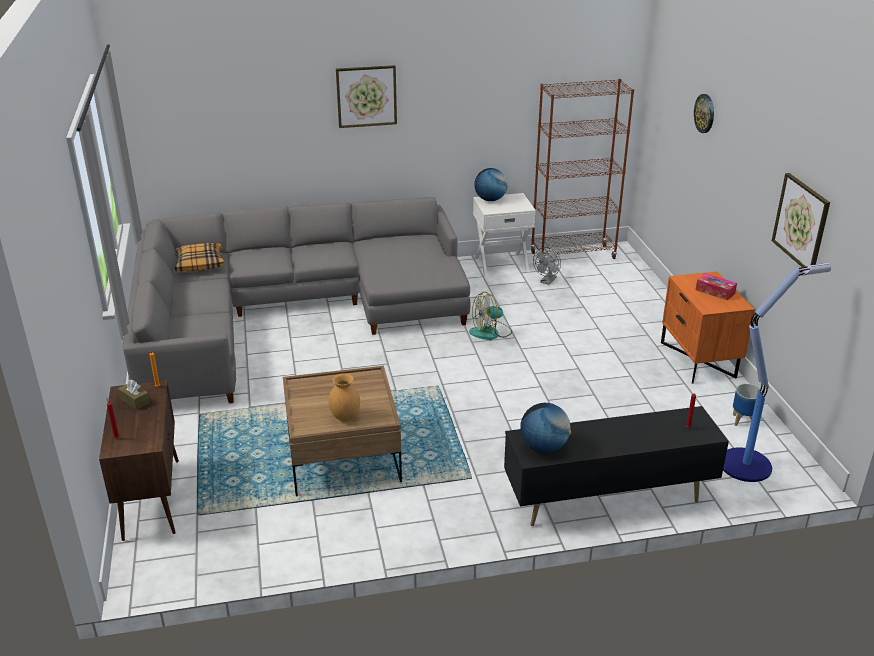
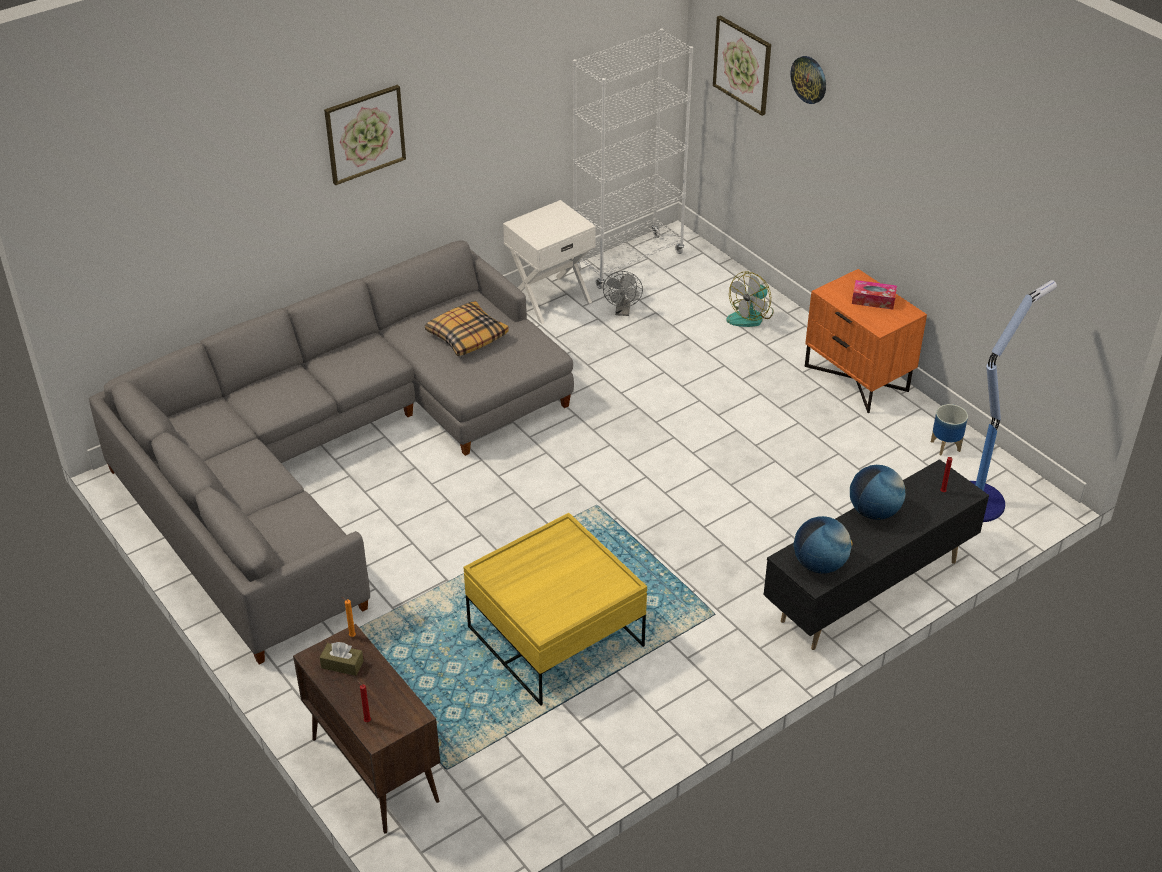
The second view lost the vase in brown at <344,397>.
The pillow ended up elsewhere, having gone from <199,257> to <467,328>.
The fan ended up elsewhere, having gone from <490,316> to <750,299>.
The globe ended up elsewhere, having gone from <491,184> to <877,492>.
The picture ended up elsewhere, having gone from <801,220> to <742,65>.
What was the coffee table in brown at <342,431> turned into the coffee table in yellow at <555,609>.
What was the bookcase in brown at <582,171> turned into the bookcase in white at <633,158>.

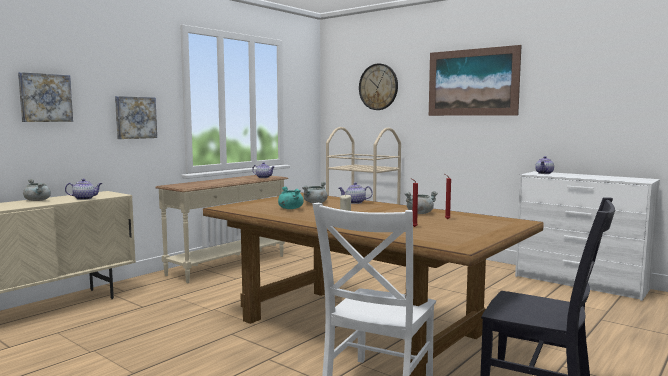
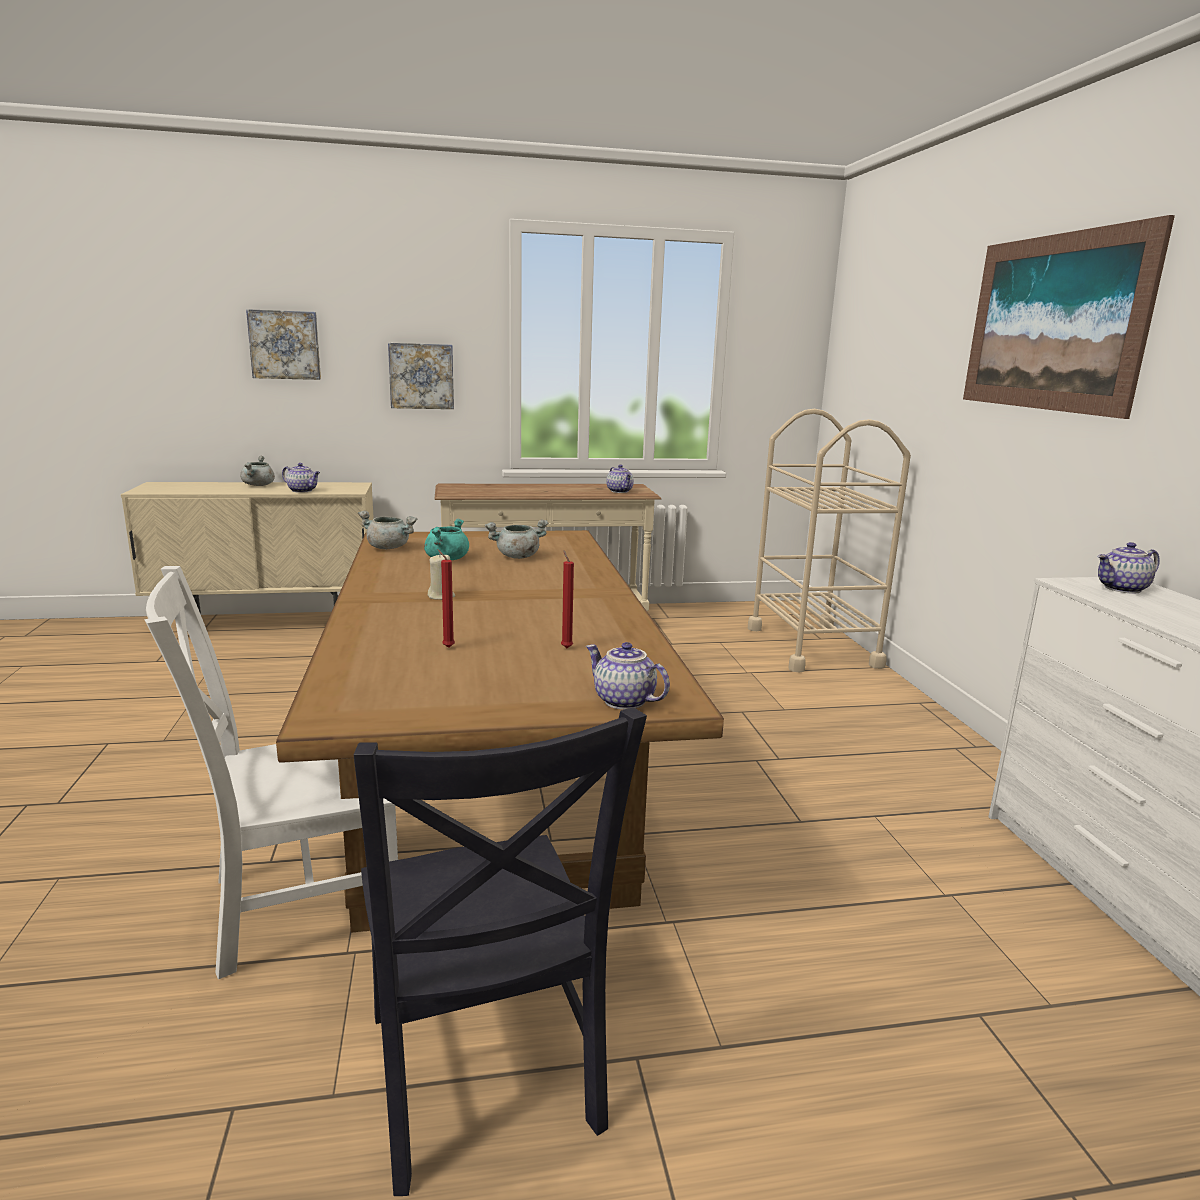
The second view lost the wall clock at <378,86>.
The teapot ended up elsewhere, having gone from <356,193> to <628,676>.
The cooking pot in grey ended up elsewhere, having gone from <421,202> to <388,529>.

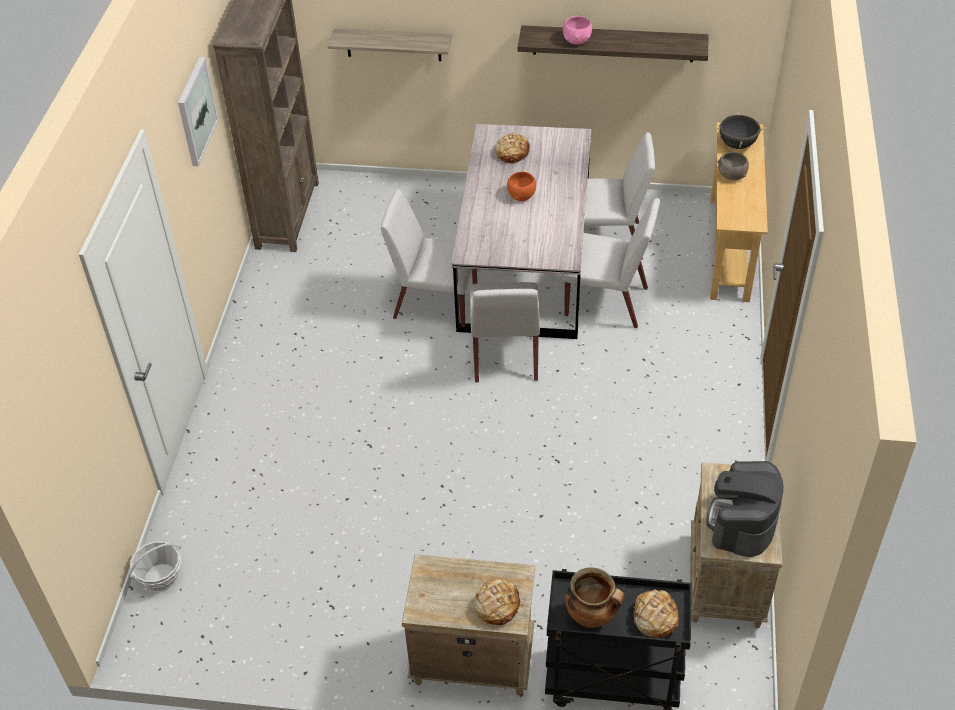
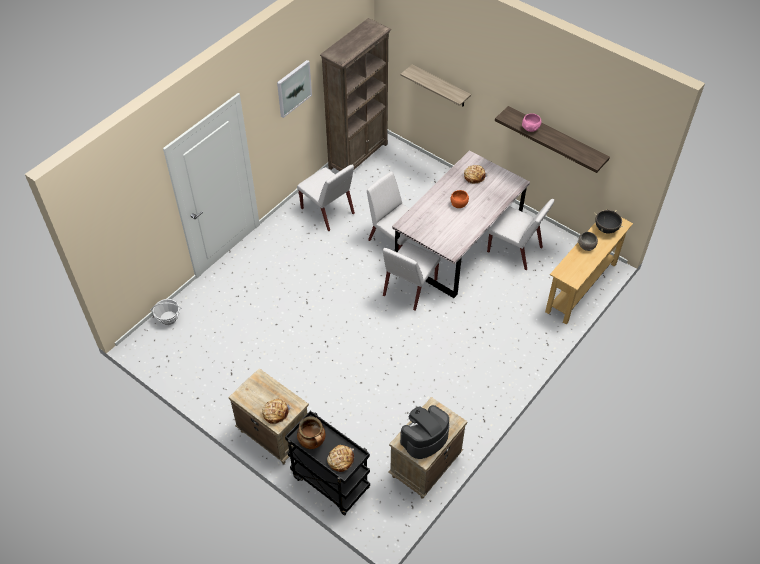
The chair in white ended up elsewhere, having gone from <611,263> to <326,197>.

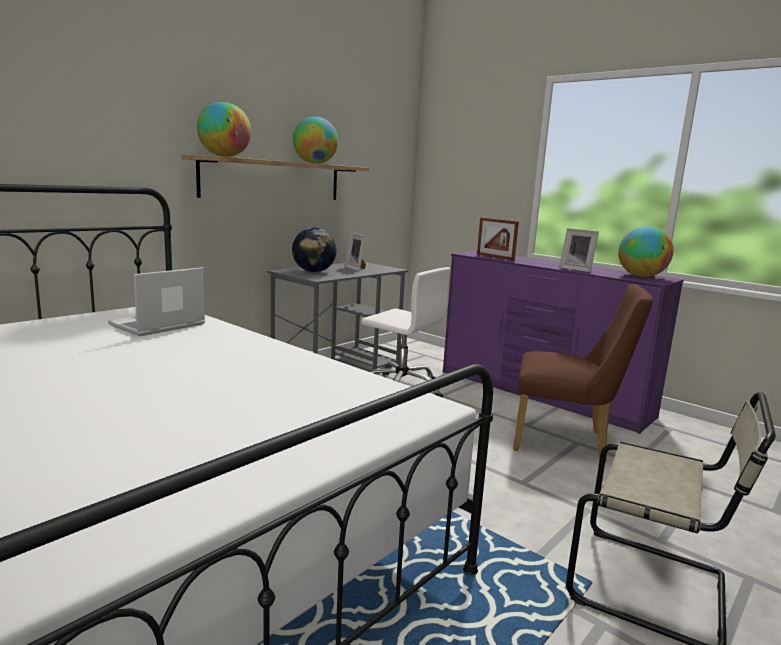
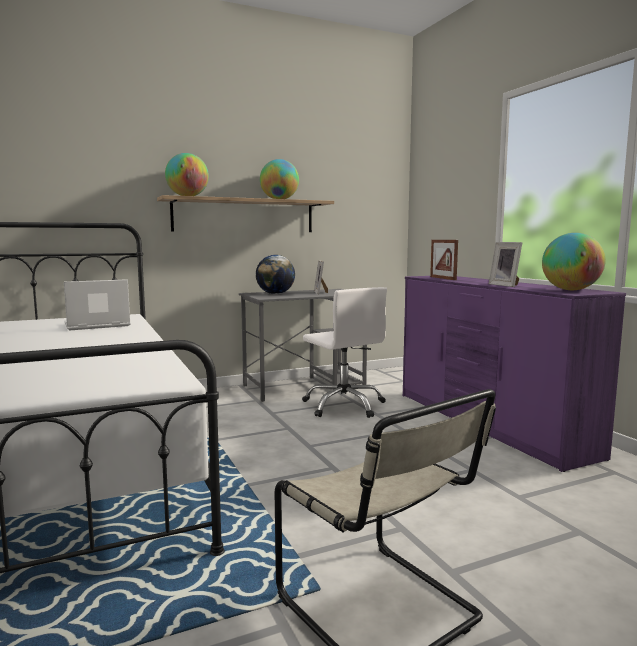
The second view lost the chair in brown at <583,373>.

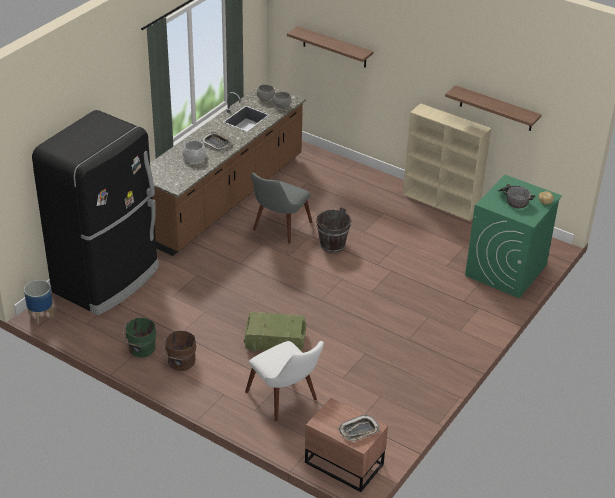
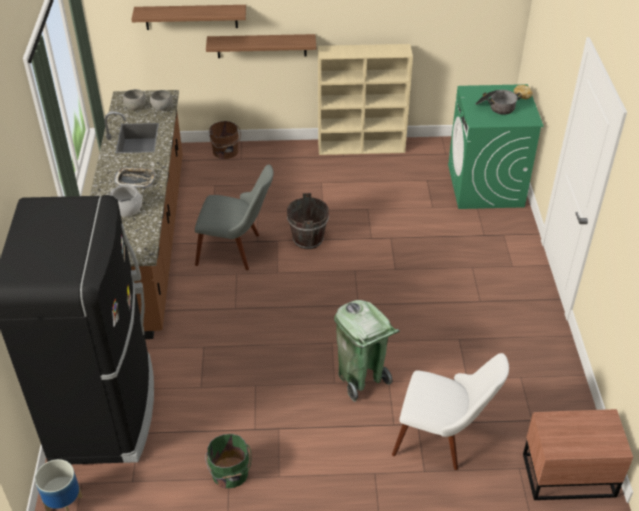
The second view lost the tray at <359,428>.
The bucket in brown ended up elsewhere, having gone from <179,351> to <225,140>.
The shelf ended up elsewhere, having gone from <493,108> to <261,46>.
Where the crate stood at <275,332>, the trash can in green came to stand at <367,351>.
The chair in grey at <281,208> ended up facing another way, 75 degrees counterclockwise from before.

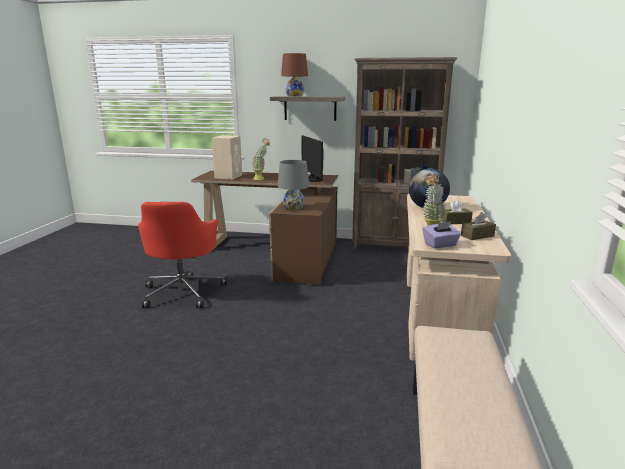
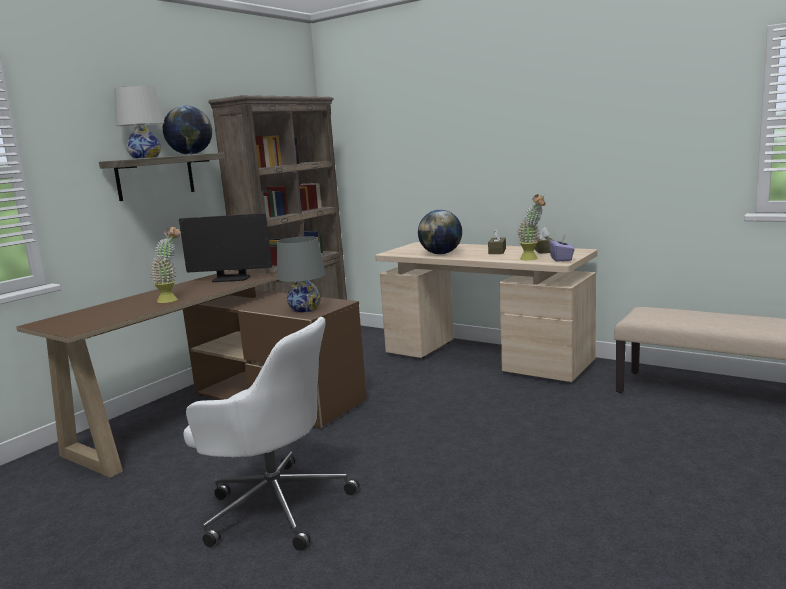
The second view lost the speaker in beige at <227,157>.
The second view gained the globe at <187,130>.
What was the office chair in red at <182,255> turned into the office chair in white at <271,434>.
What was the table lamp in brown at <294,75> turned into the table lamp in white at <139,122>.

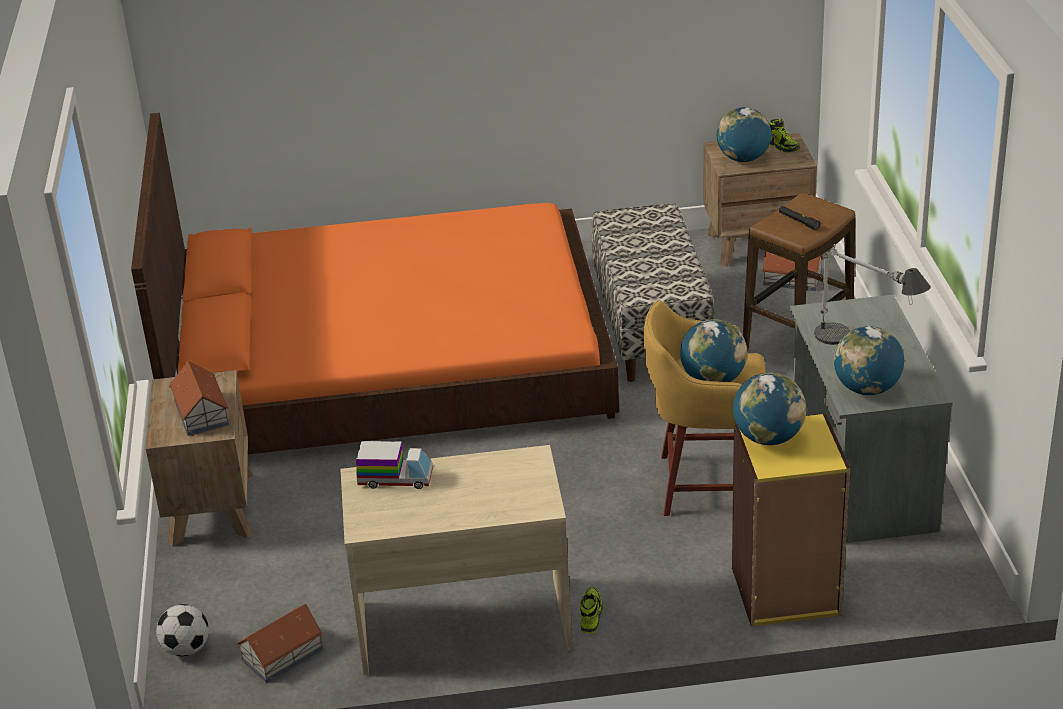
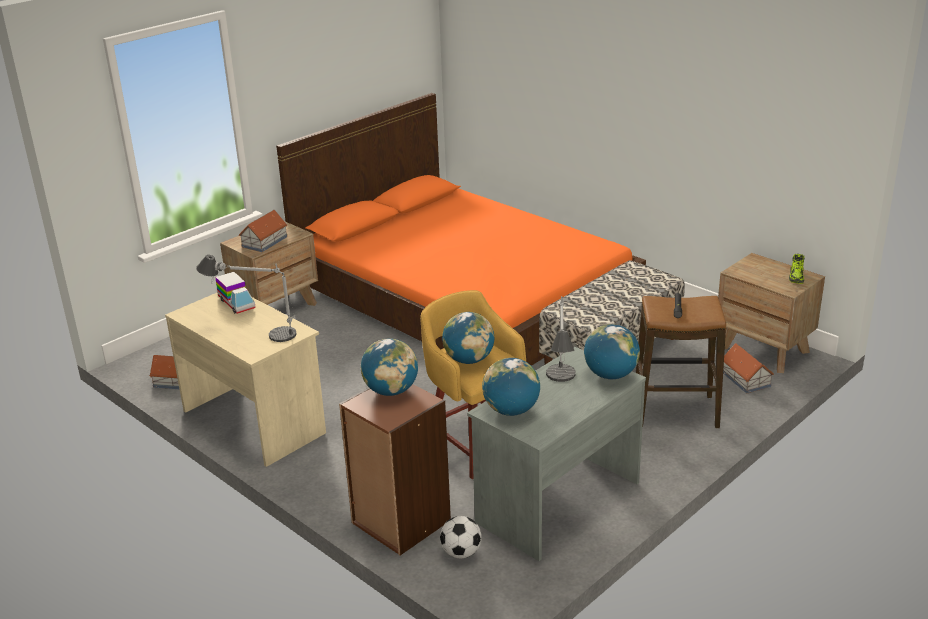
The second view lost the shoe at <591,610>.
The second view gained the table lamp at <246,298>.
The football ended up elsewhere, having gone from <182,630> to <461,537>.
The globe ended up elsewhere, having gone from <744,134> to <612,351>.
What was the bookcase in yellow at <791,520> turned into the bookcase in brown at <395,469>.

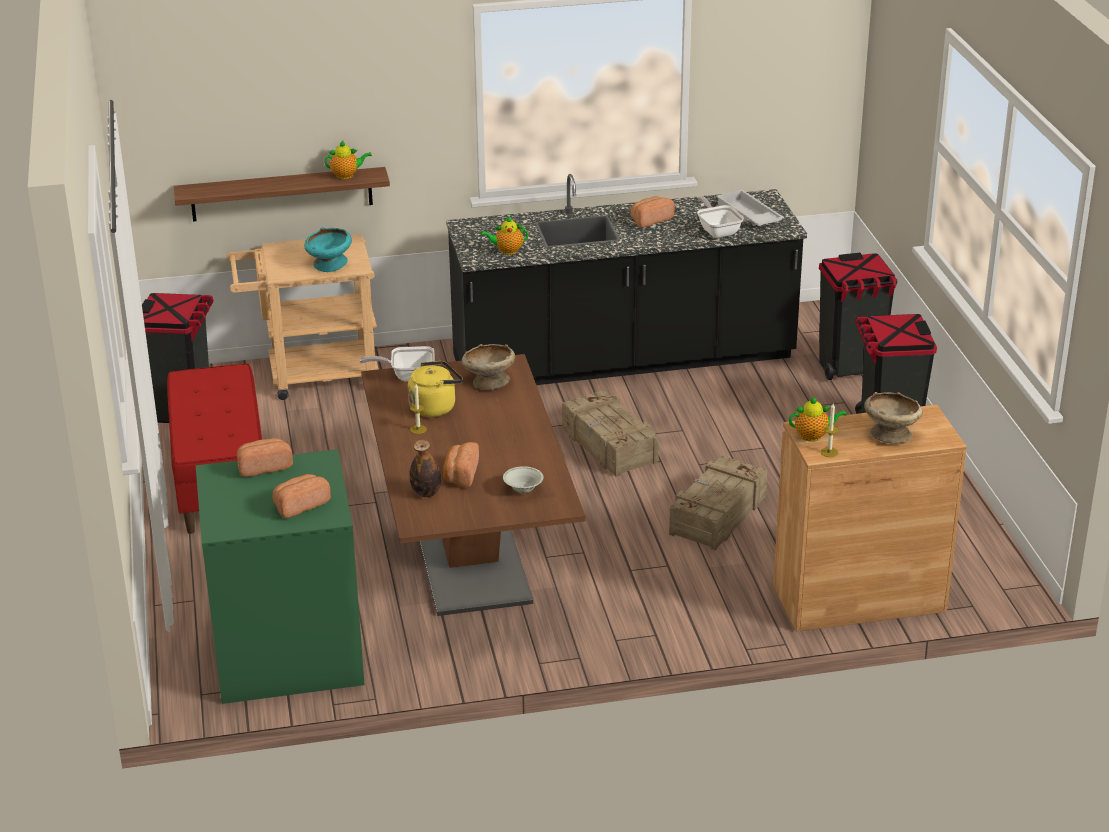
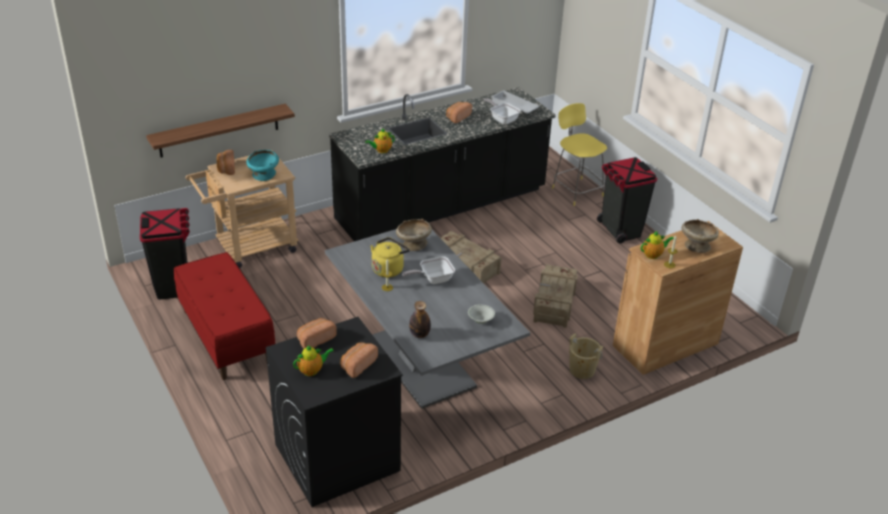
The second view gained the bucket in beige at <586,356>.
The teapot ended up elsewhere, having gone from <348,160> to <313,360>.
The frying pan ended up elsewhere, having gone from <397,364> to <428,270>.
The bread ended up elsewhere, having gone from <461,465> to <226,162>.
Where the trash can in black stood at <858,316>, the stool in yellow came to stand at <579,154>.
What was the washing machine in green at <280,576> turned into the washing machine in black at <334,412>.
What was the dining table in brown at <473,485> turned into the dining table in grey at <427,319>.

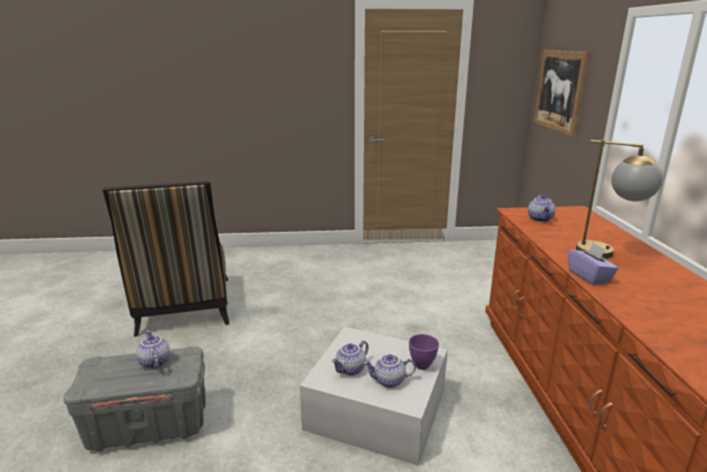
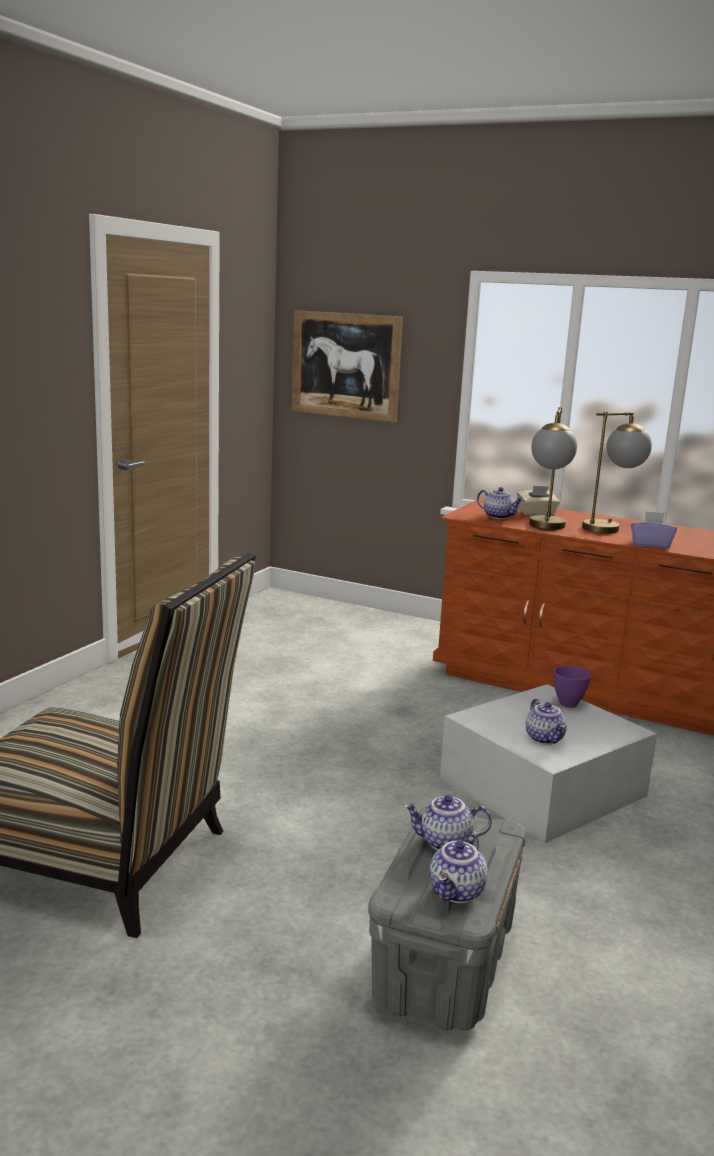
The second view gained the tissue box in beige at <538,501>.
The second view gained the table lamp at <553,468>.
The teapot ended up elsewhere, having gone from <390,371> to <458,868>.

